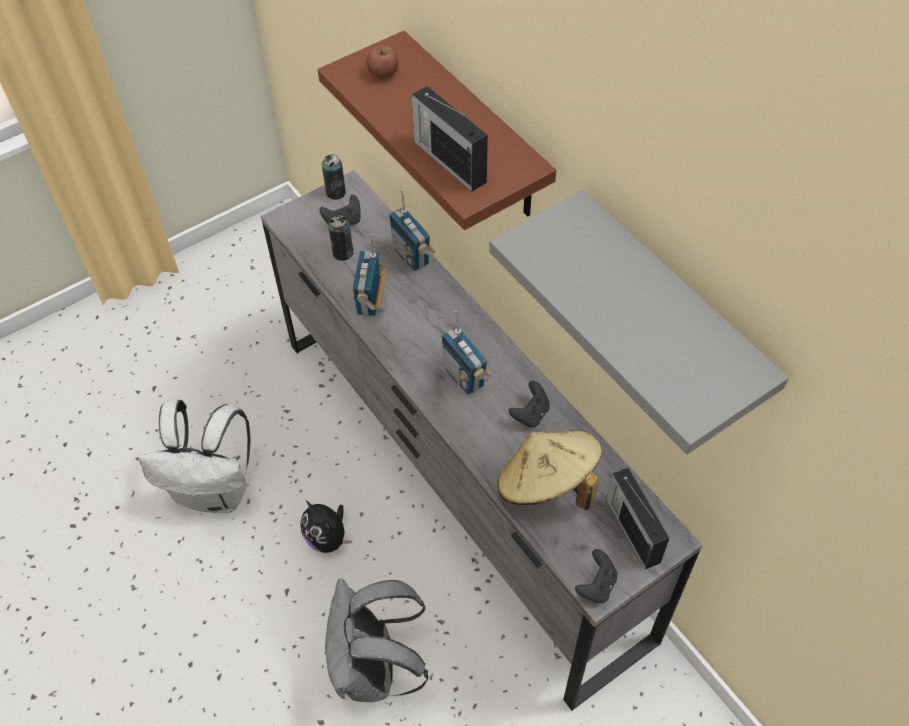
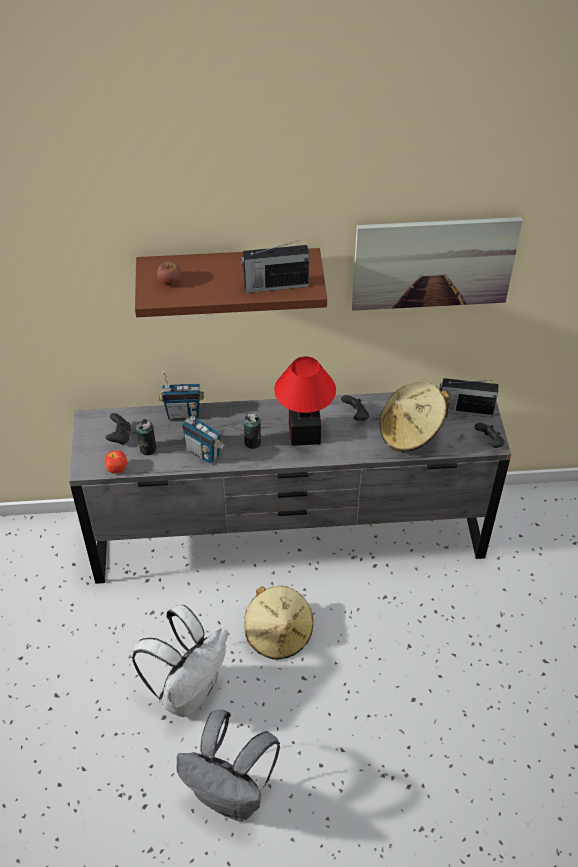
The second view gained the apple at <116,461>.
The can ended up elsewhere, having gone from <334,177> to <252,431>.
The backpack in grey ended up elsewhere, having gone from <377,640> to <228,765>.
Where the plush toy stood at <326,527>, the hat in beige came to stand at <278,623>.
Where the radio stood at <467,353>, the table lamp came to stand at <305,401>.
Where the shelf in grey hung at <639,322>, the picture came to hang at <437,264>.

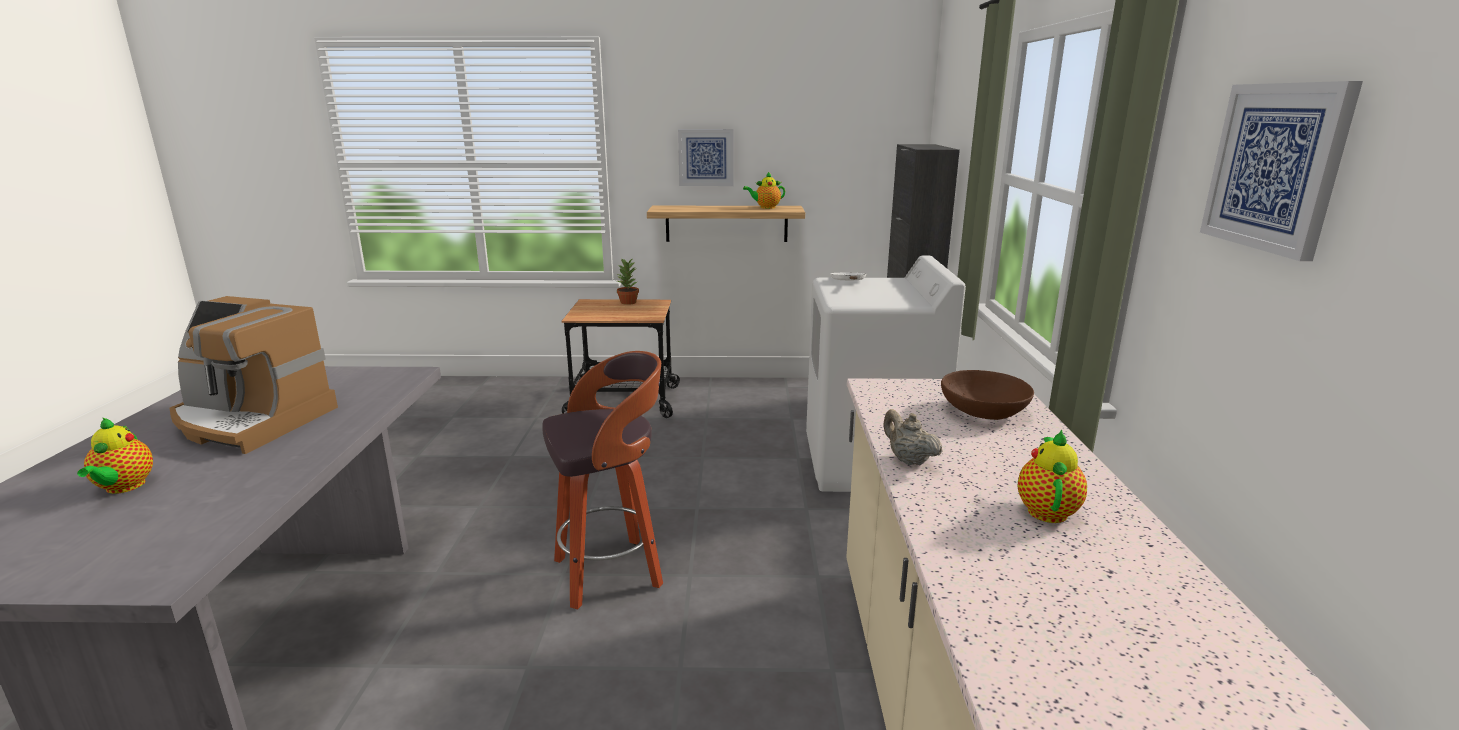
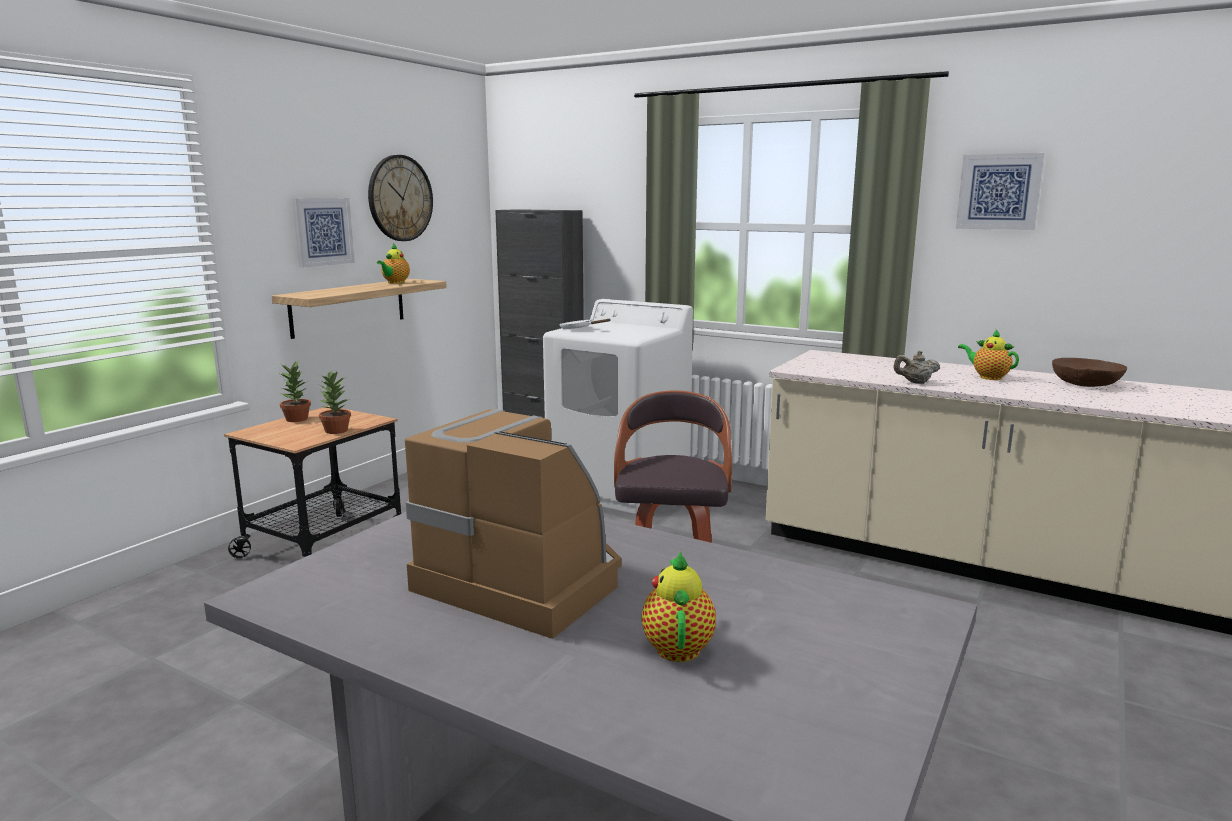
The second view gained the potted plant at <335,402>.
The second view gained the wall clock at <400,198>.
The bowl in brown ended up elsewhere, having gone from <987,395> to <1089,372>.
The teapot at <115,456> ended up facing another way, 105 degrees counterclockwise from before.
The coffee machine at <254,375> ended up facing another way, 105 degrees counterclockwise from before.

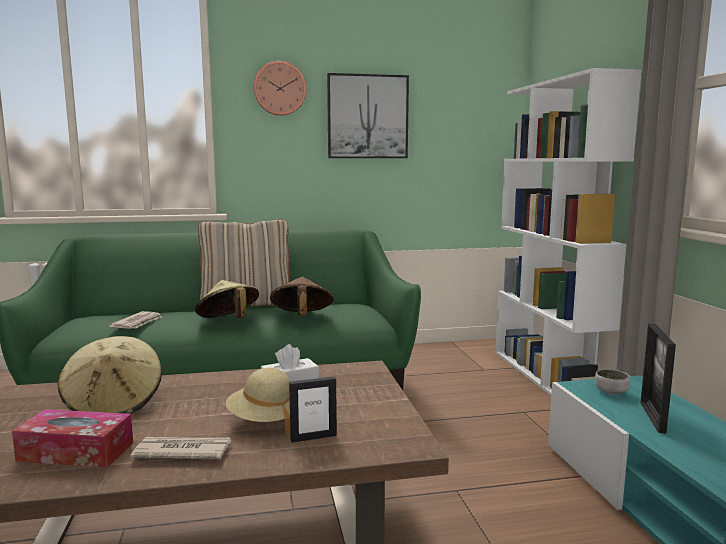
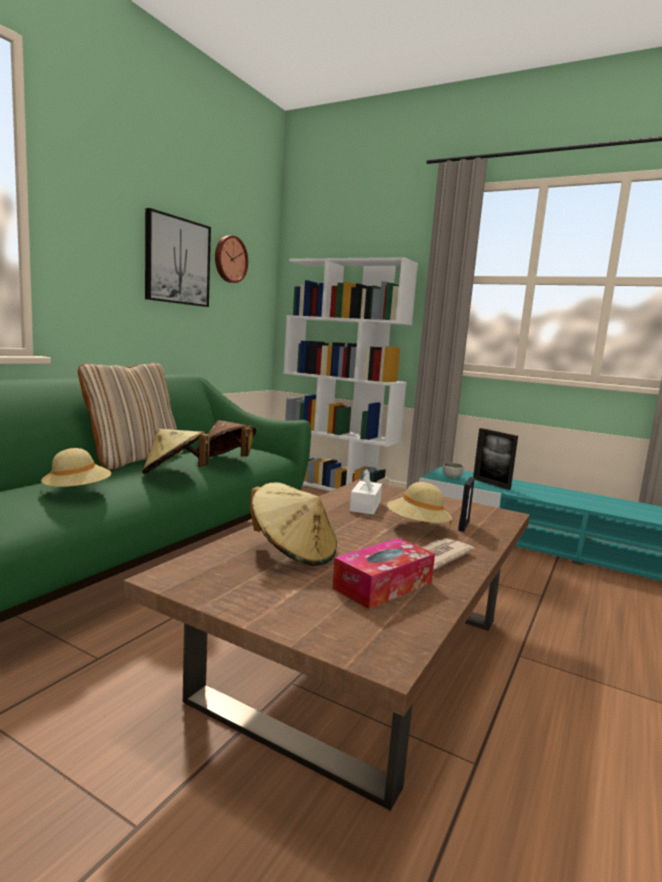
The wall clock ended up elsewhere, having gone from <280,88> to <231,259>.
Where the newspaper stood at <135,320>, the hat in beige came to stand at <76,467>.

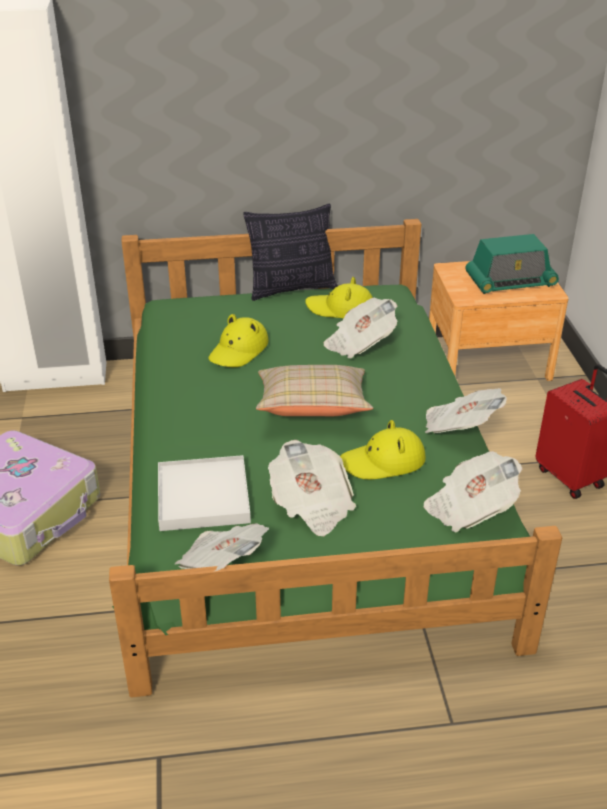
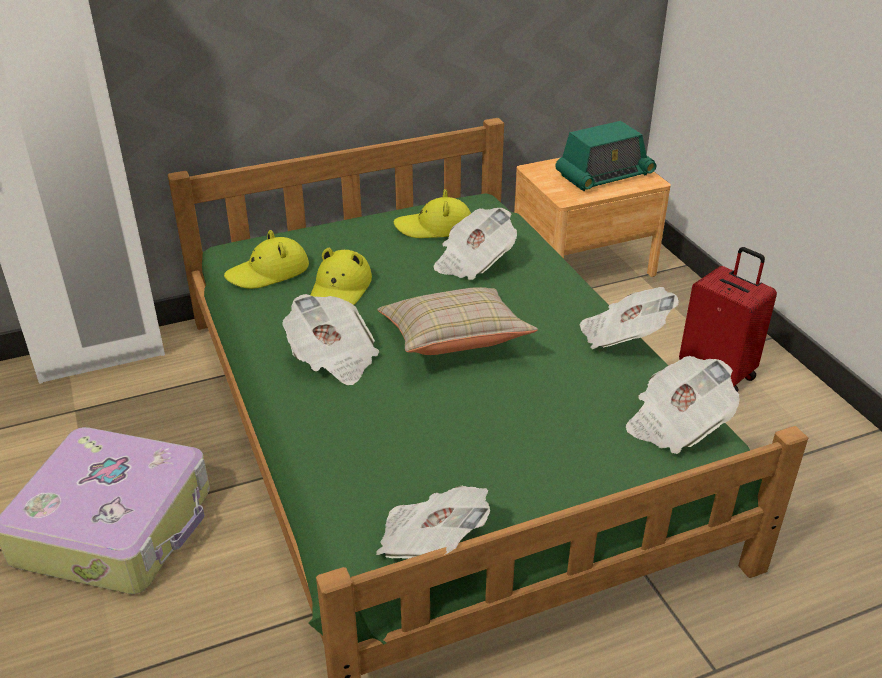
The second view lost the tray in white at <204,493>.
The second view lost the pillow at <290,252>.
The newspaper ended up elsewhere, having gone from <312,488> to <330,339>.
The hat in yellow ended up elsewhere, having gone from <383,450> to <266,259>.

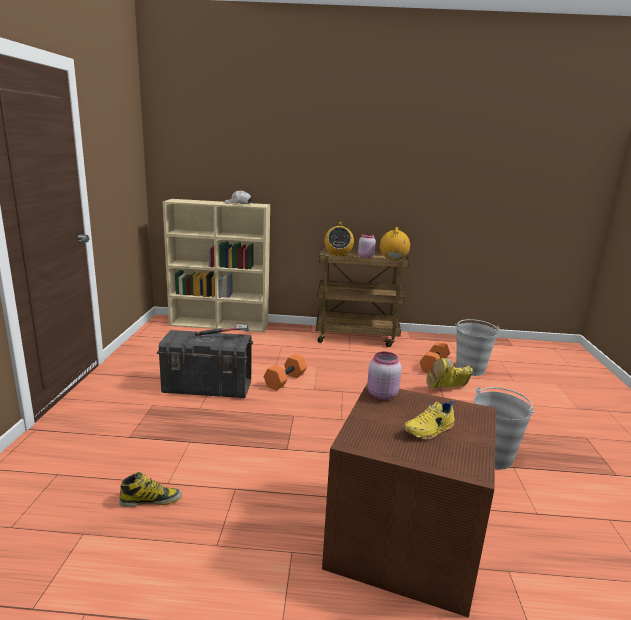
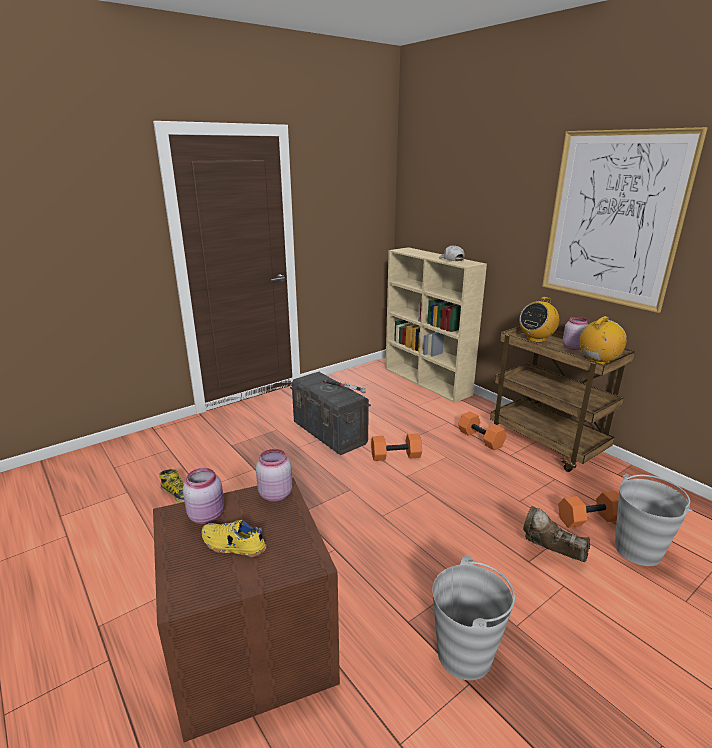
The second view gained the jar in pink at <203,496>.
The second view gained the dumbbell in orange at <482,430>.
The second view gained the picture at <625,220>.
What was the boot in yellow at <449,373> turned into the boot in brown at <556,534>.

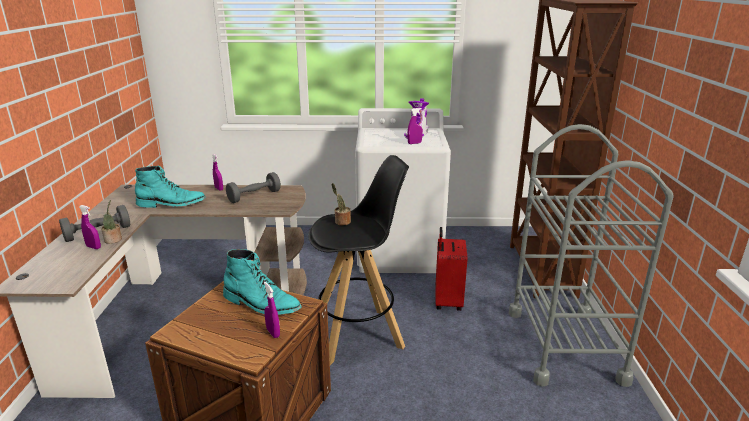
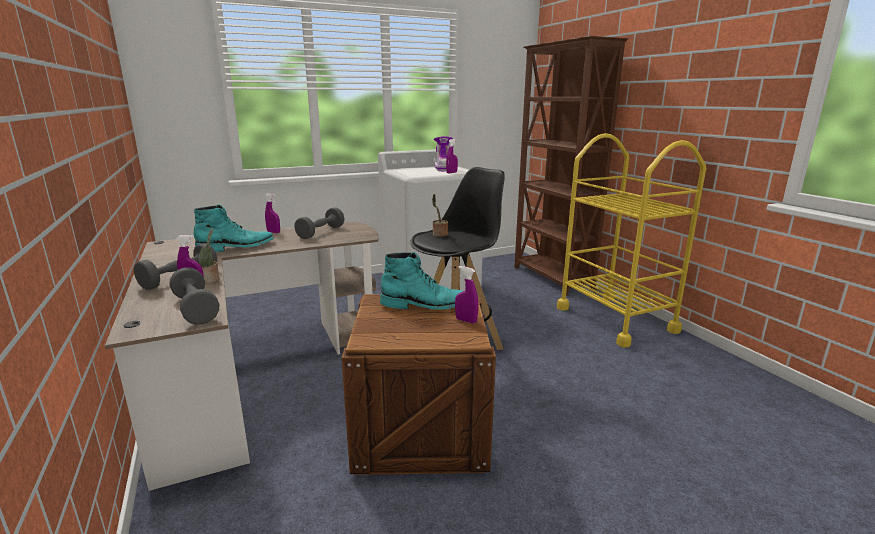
The second view lost the suitcase in red at <451,269>.
The second view gained the dumbbell in grey at <195,296>.
What was the cart in grey at <591,255> turned into the cart in yellow at <631,240>.

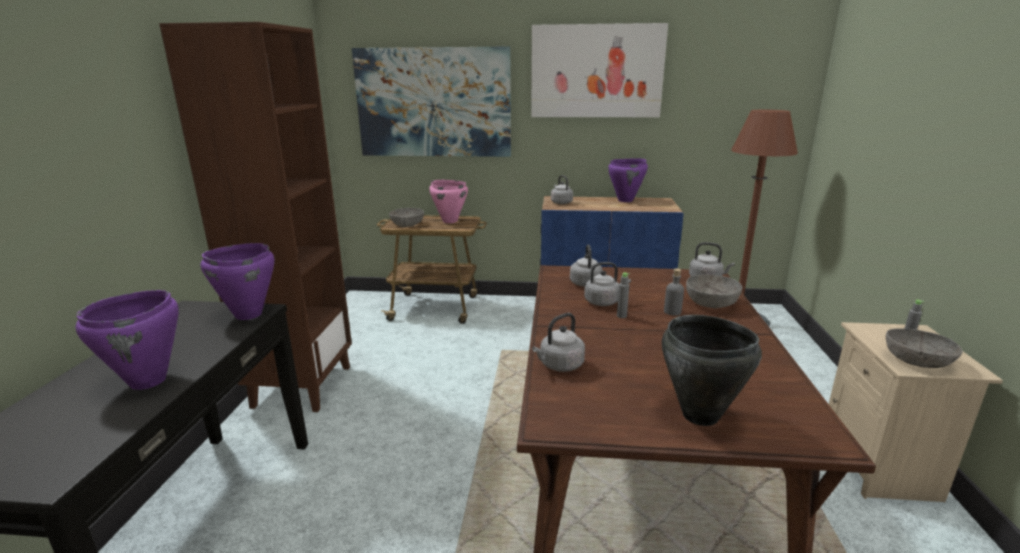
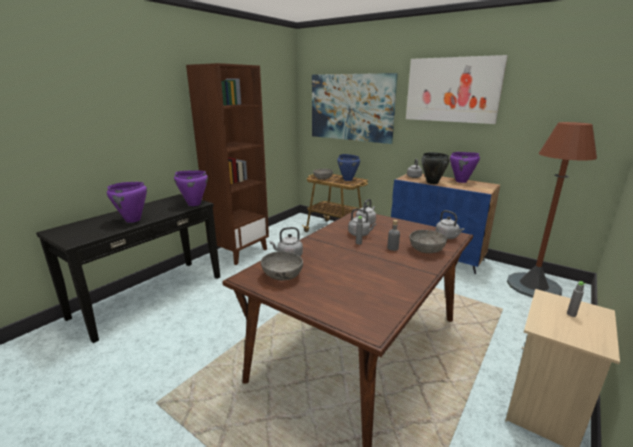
The cooking pot in black ended up elsewhere, having gone from <712,370> to <435,168>.
The bowl in grey ended up elsewhere, having gone from <924,348> to <282,265>.
What was the cooking pot in pink at <449,201> turned into the cooking pot in blue at <348,167>.

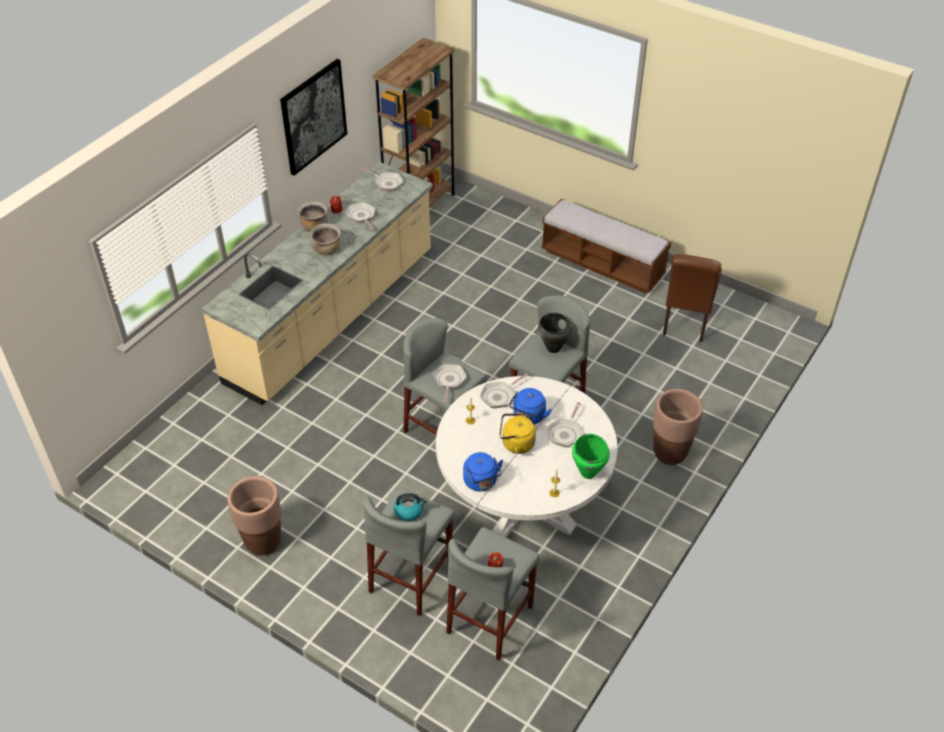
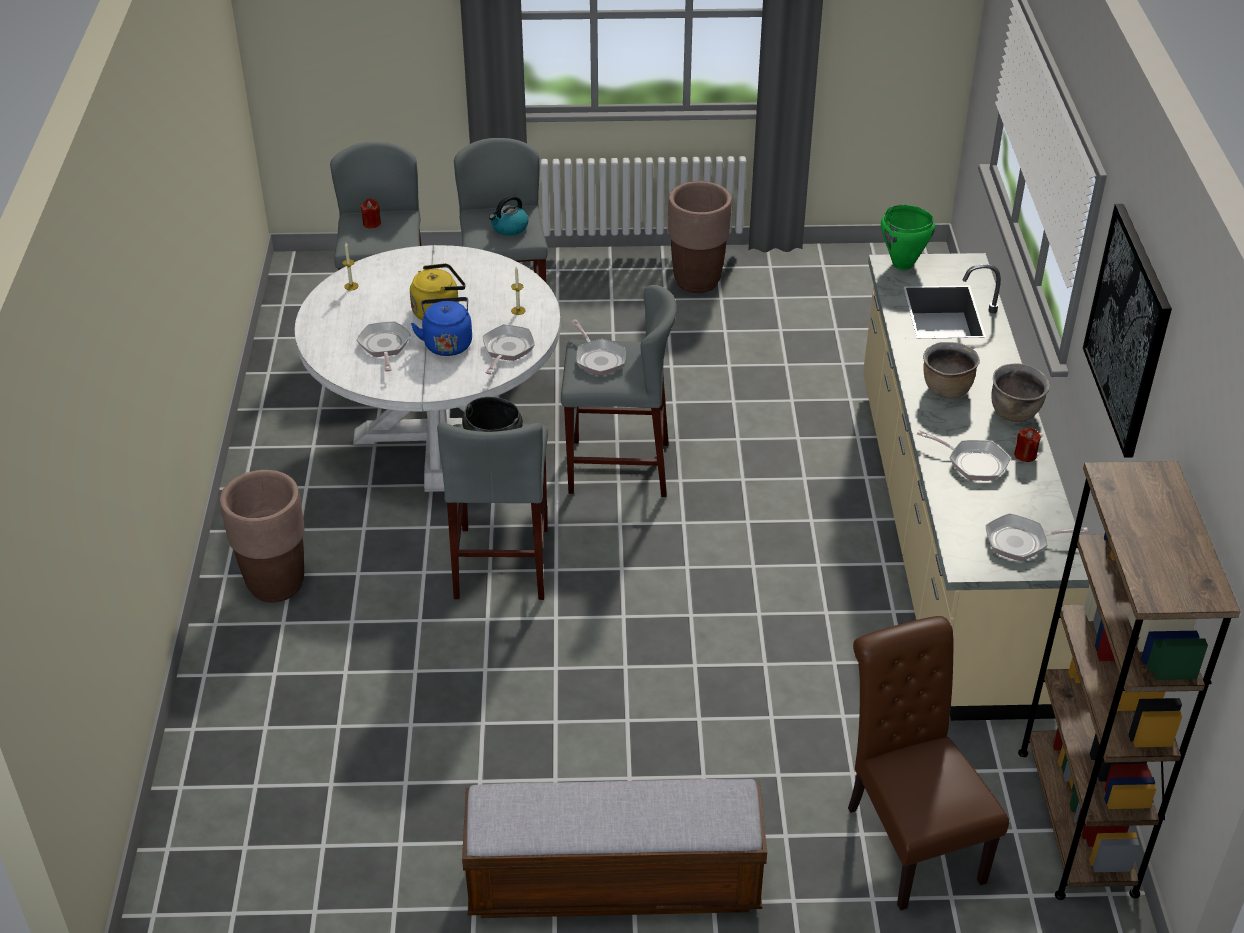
The second view lost the kettle in blue at <483,471>.
The cooking pot in green ended up elsewhere, having gone from <591,456> to <908,237>.
The chair in brown ended up elsewhere, having gone from <692,298> to <928,763>.

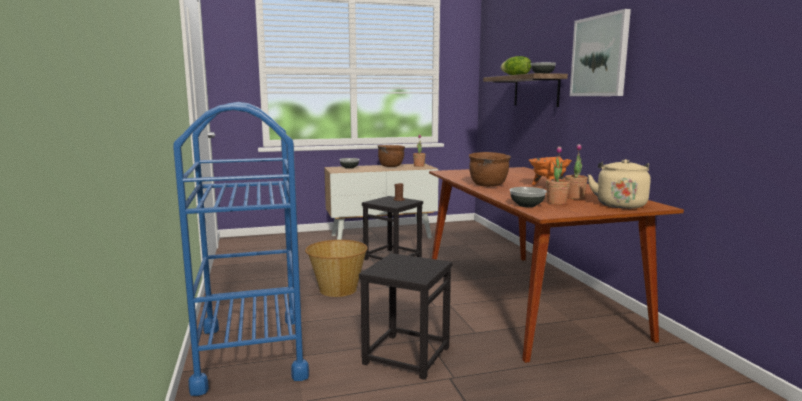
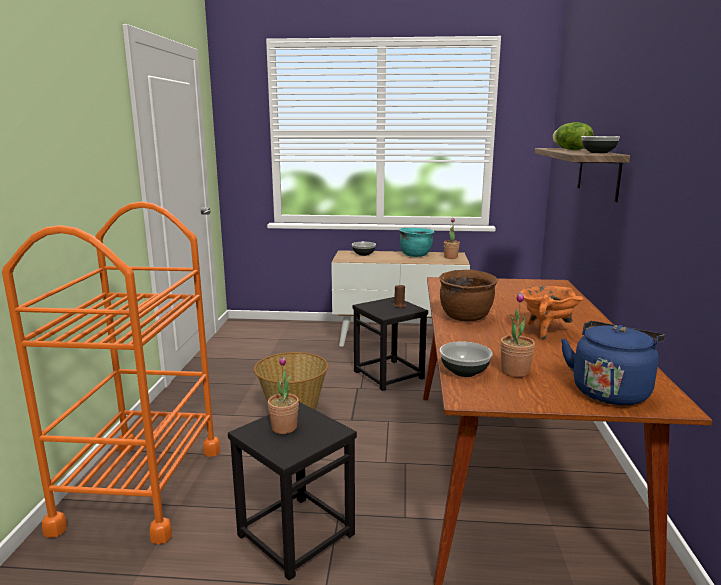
The second view lost the picture at <600,52>.
The potted plant ended up elsewhere, having gone from <576,171> to <283,395>.
What was the cart in blue at <241,249> turned into the cart in orange at <111,373>.
What was the cooking pot in brown at <391,156> turned into the cooking pot in turquoise at <417,242>.
What was the kettle in beige at <619,184> turned into the kettle in blue at <613,363>.

